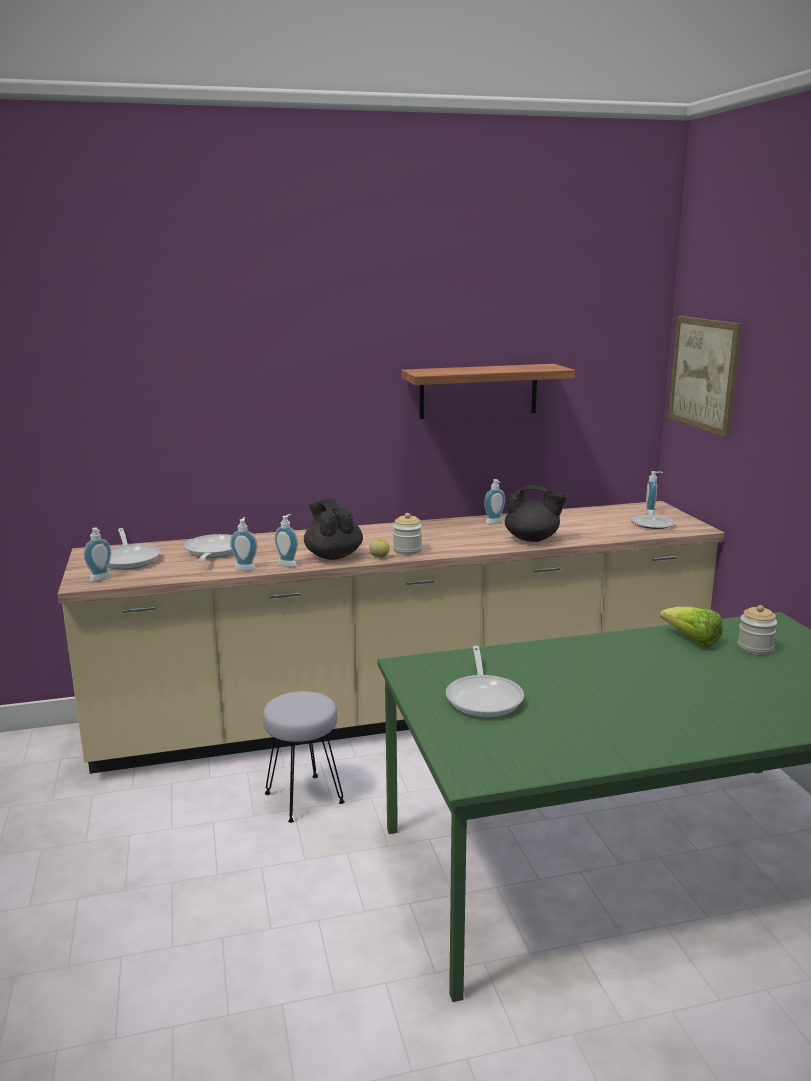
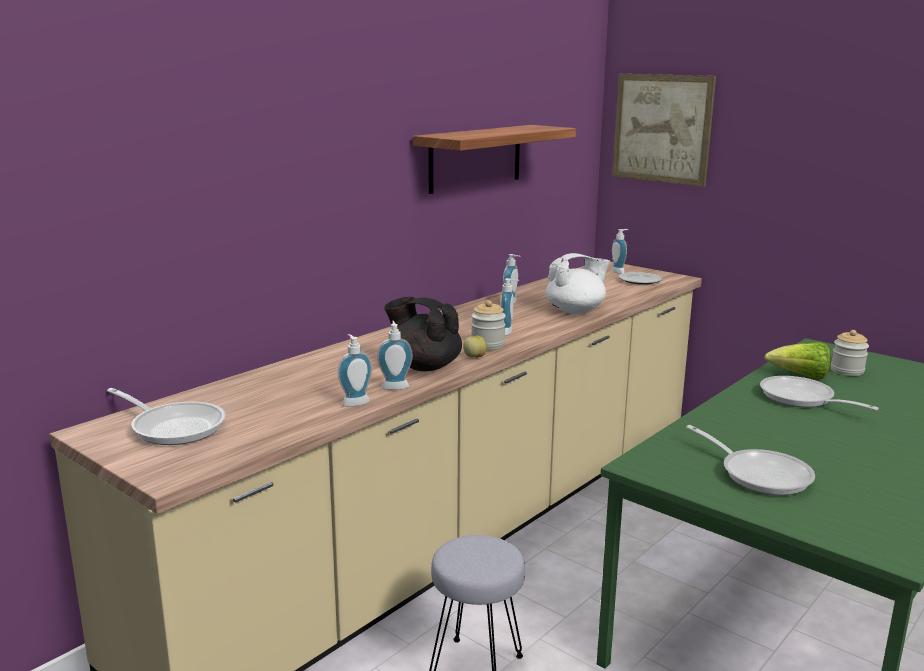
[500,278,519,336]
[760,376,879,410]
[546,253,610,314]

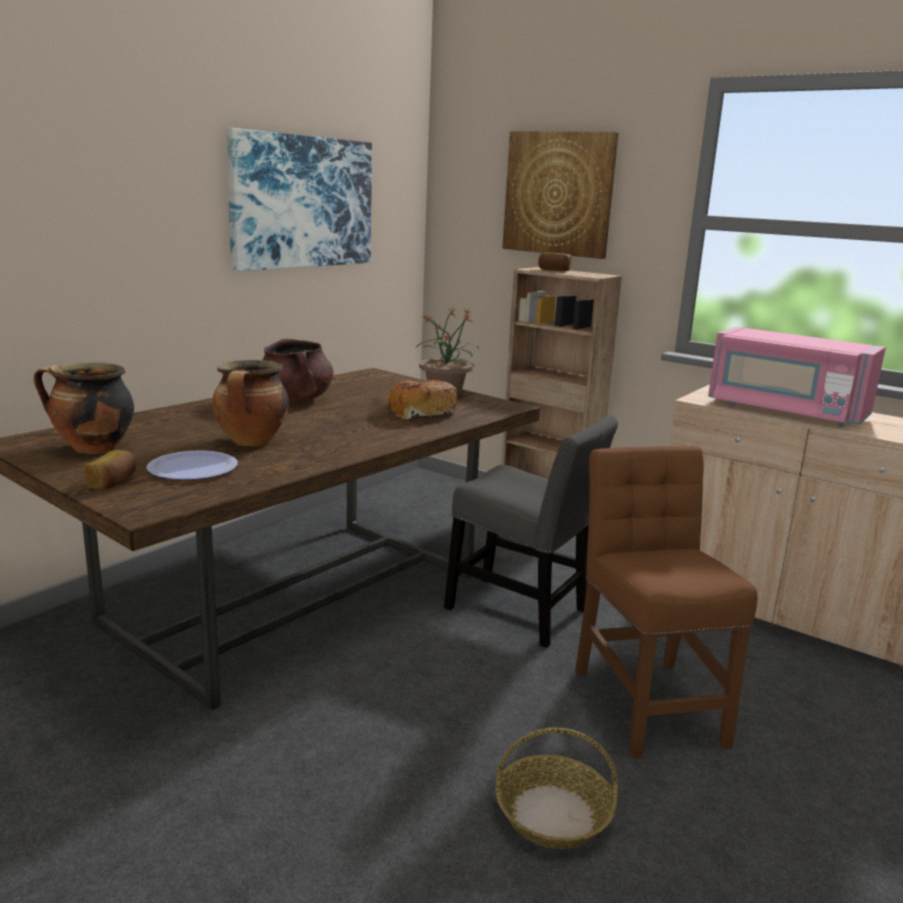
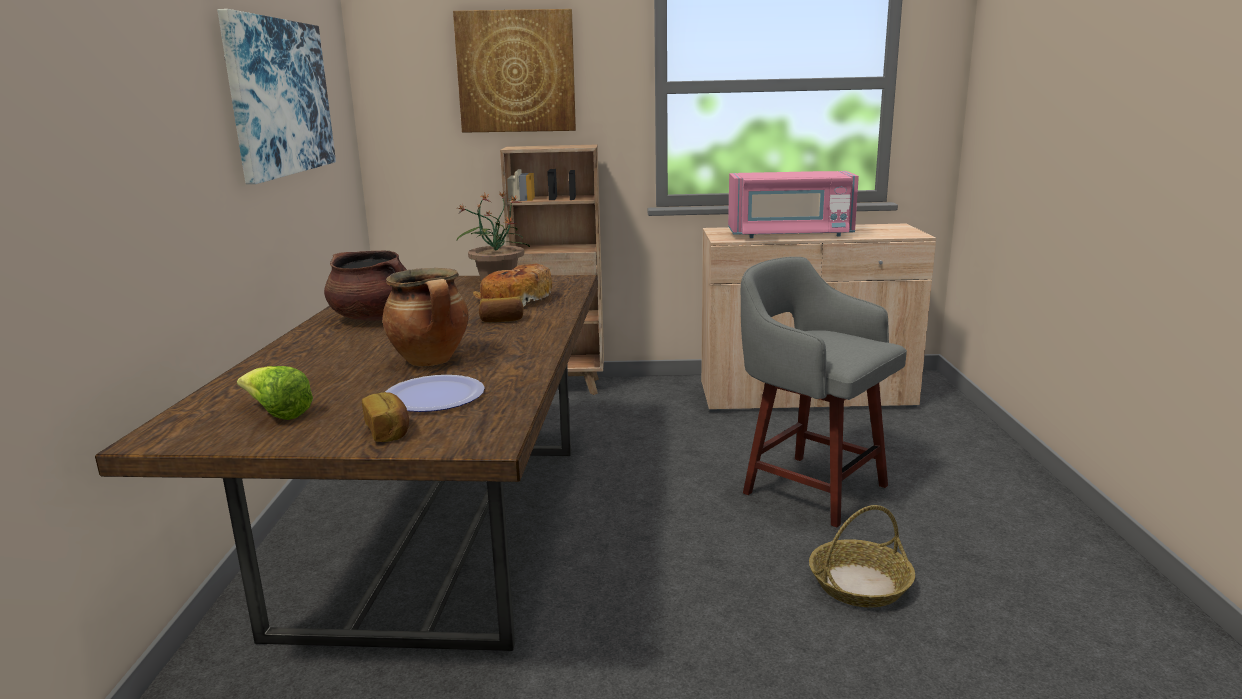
[444,415,618,648] (first image)
[479,297,524,322]
[237,366,313,420]
[741,257,907,527]

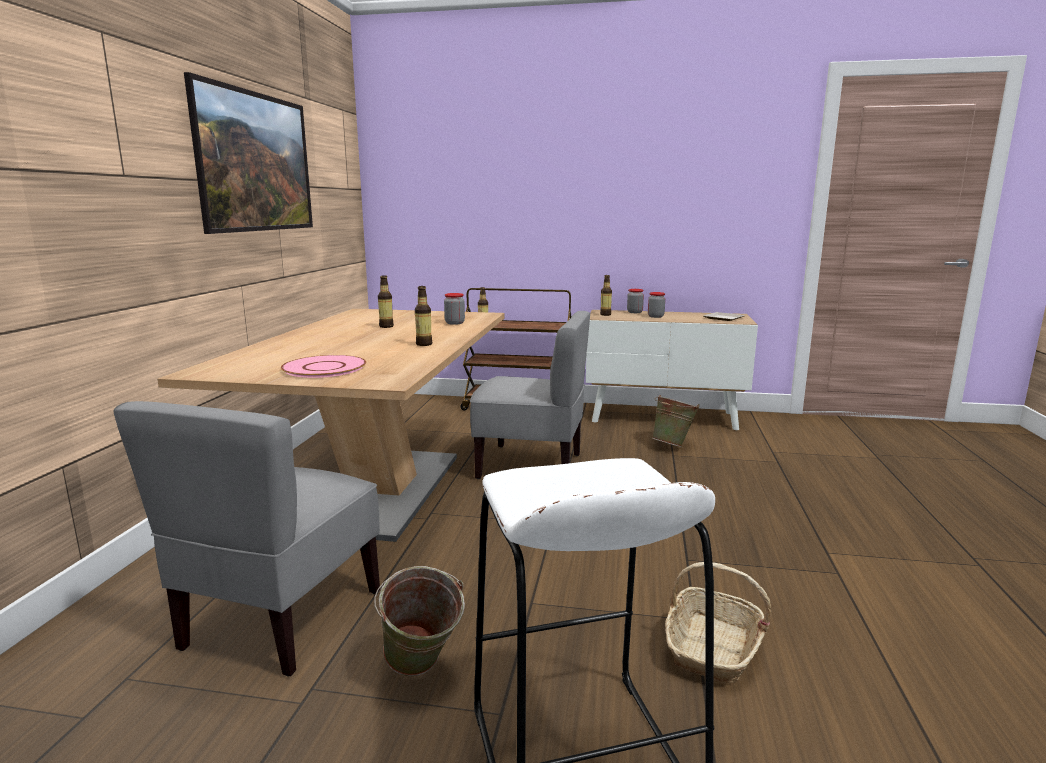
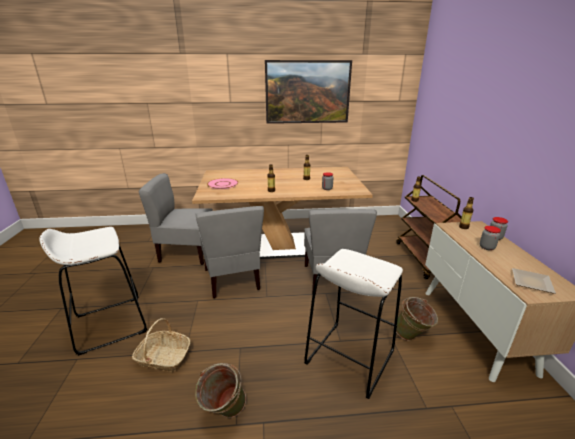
[195,206,264,298]
[304,249,403,399]
[195,363,246,418]

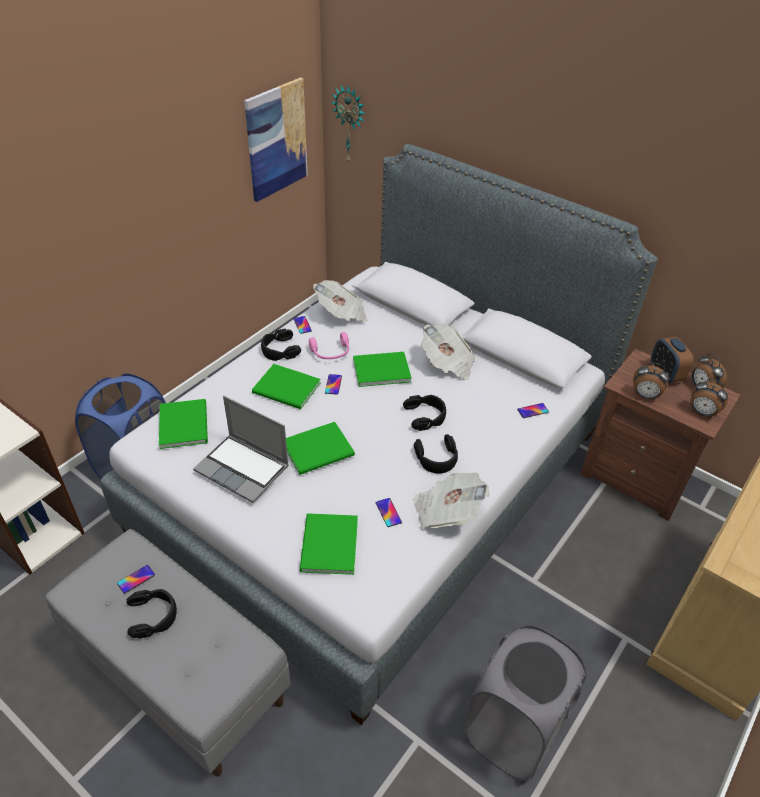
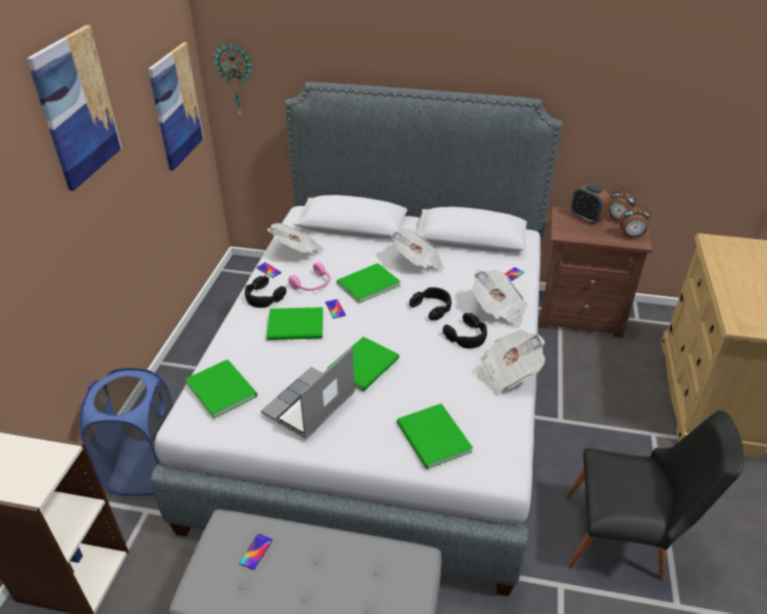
[127,589,177,639] (first image)
[375,498,402,527] (first image)
[633,363,669,399] (first image)
[26,25,122,191]
[472,270,527,326]
[566,410,744,581]
[261,347,355,439]

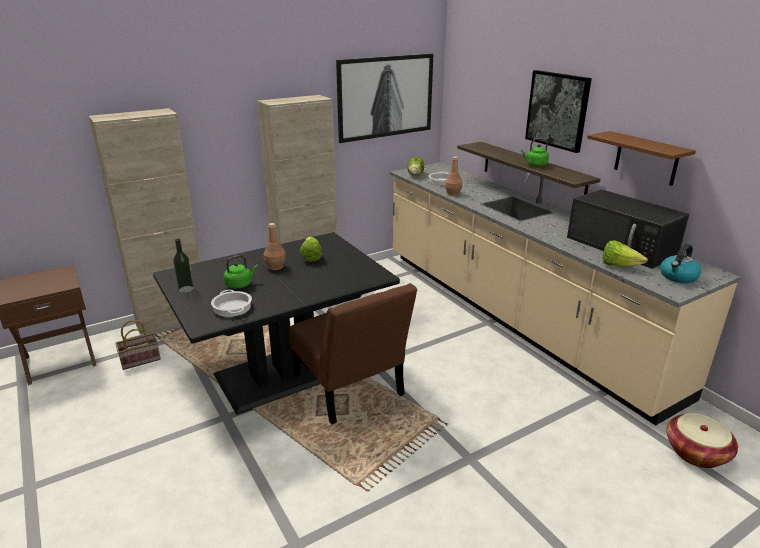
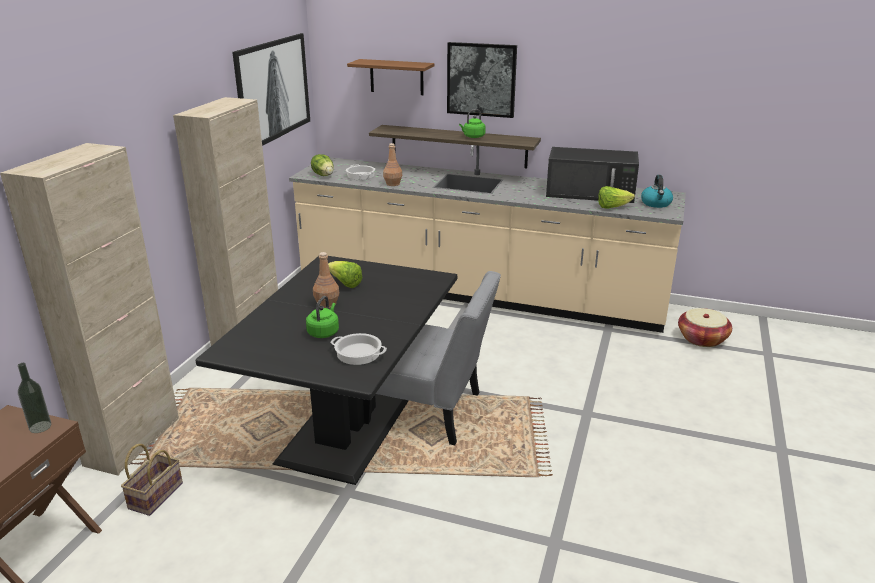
[18,363,51,433]
[347,59,435,95]
[363,271,501,445]

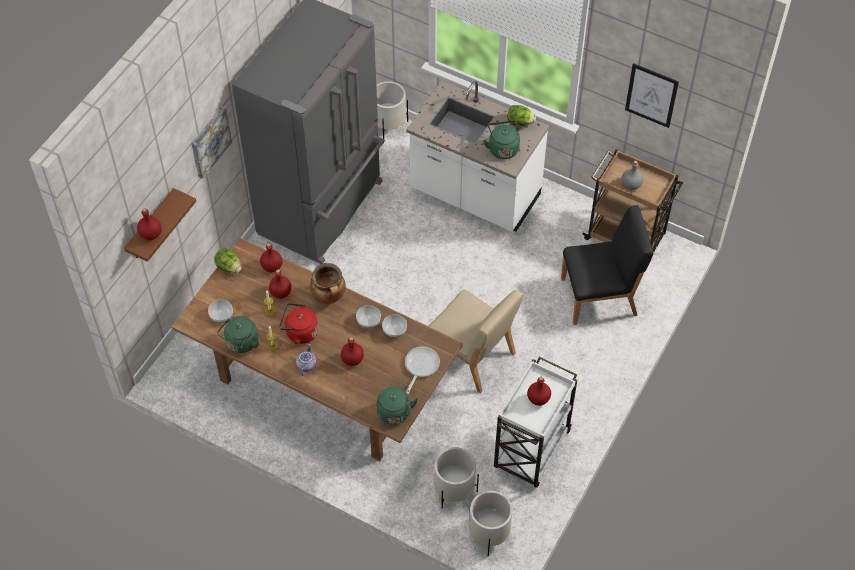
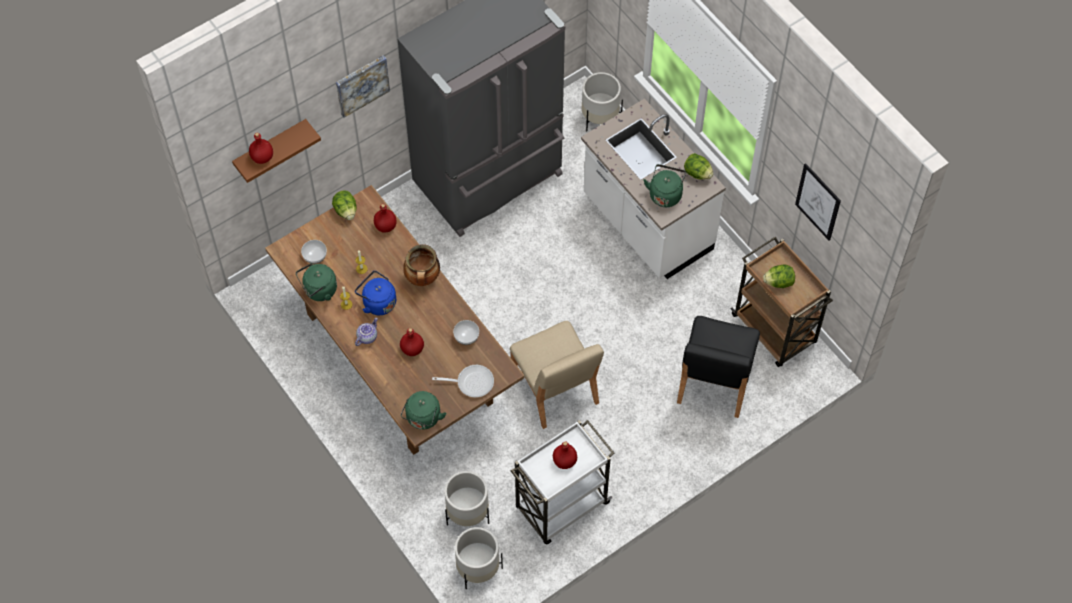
[269,269,291,299] (first image)
[356,305,381,328] (first image)
[763,265,795,288]
[355,271,396,315]
[432,365,494,397]
[677,316,760,418]

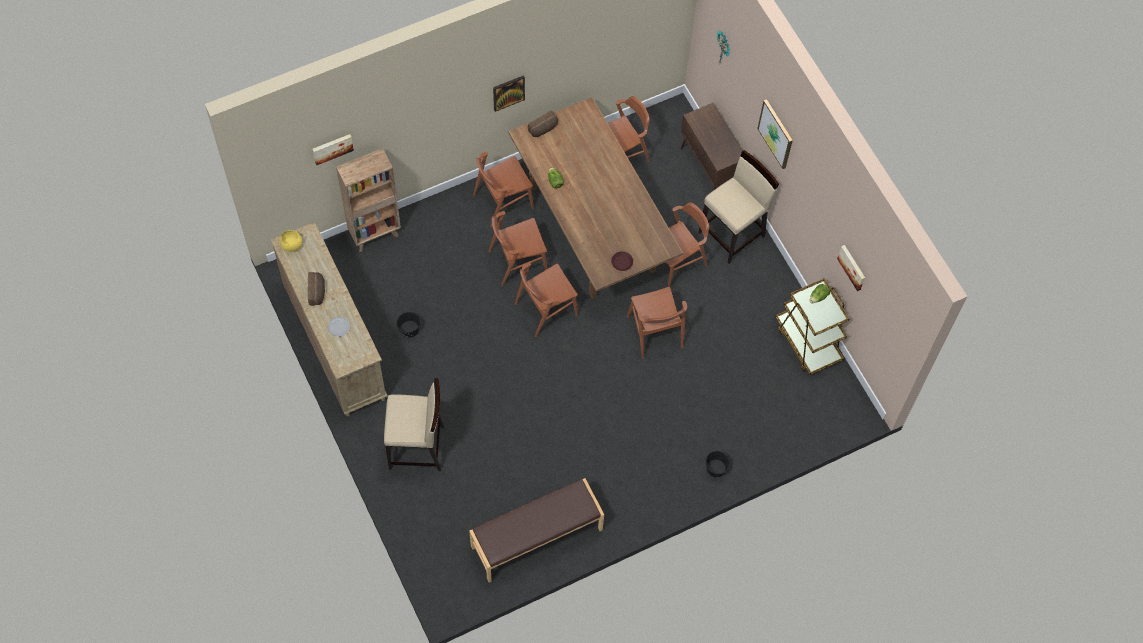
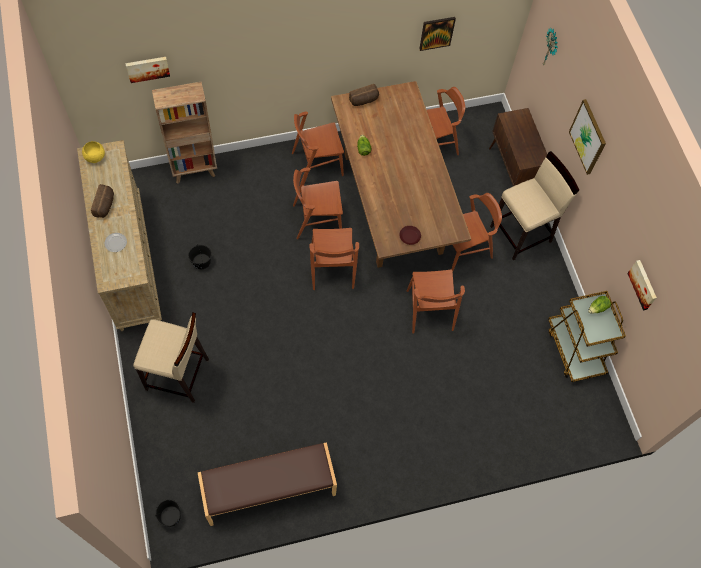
[419,17,456,51]
[155,499,181,527]
[309,228,359,290]

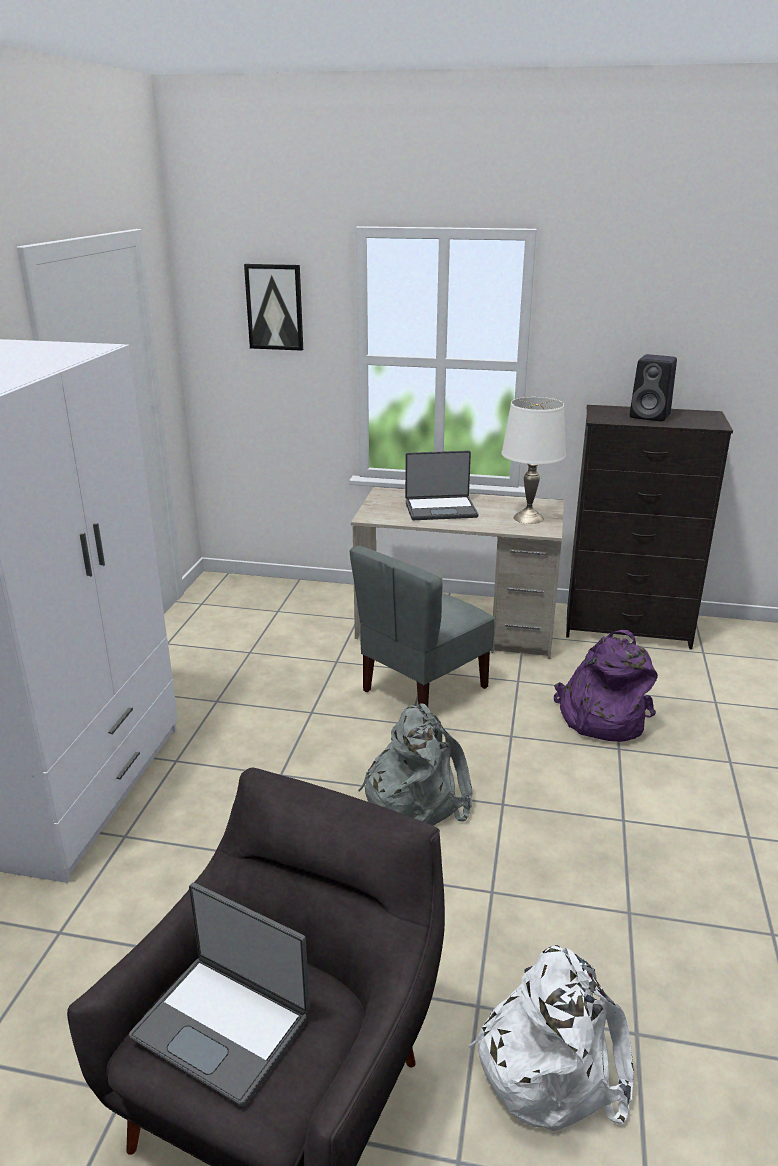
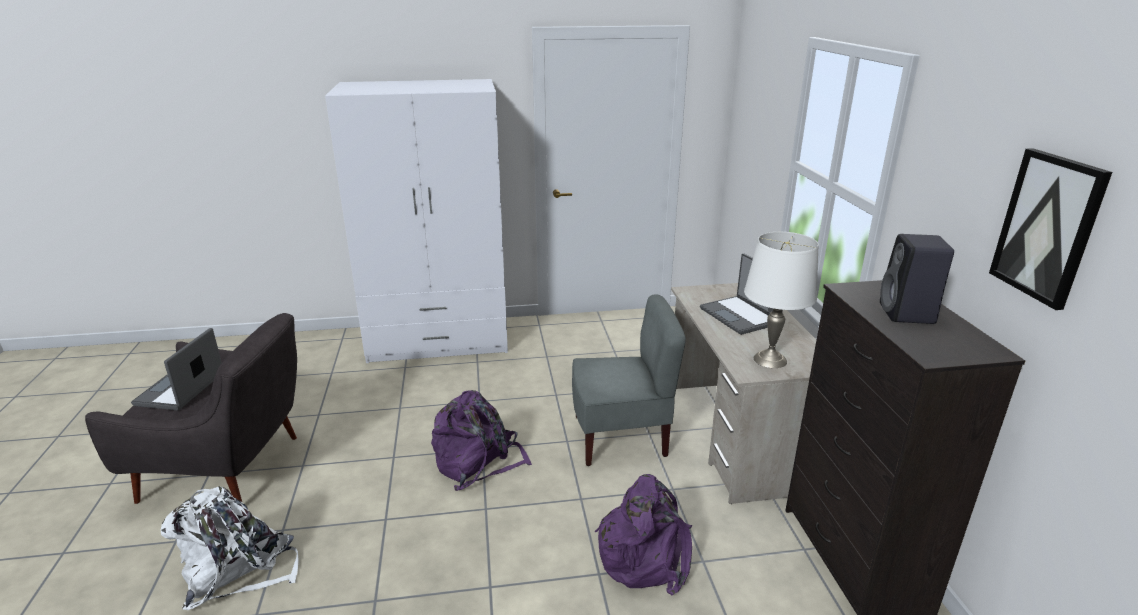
[989,148,1112,310]
[431,390,532,491]
[572,294,686,466]

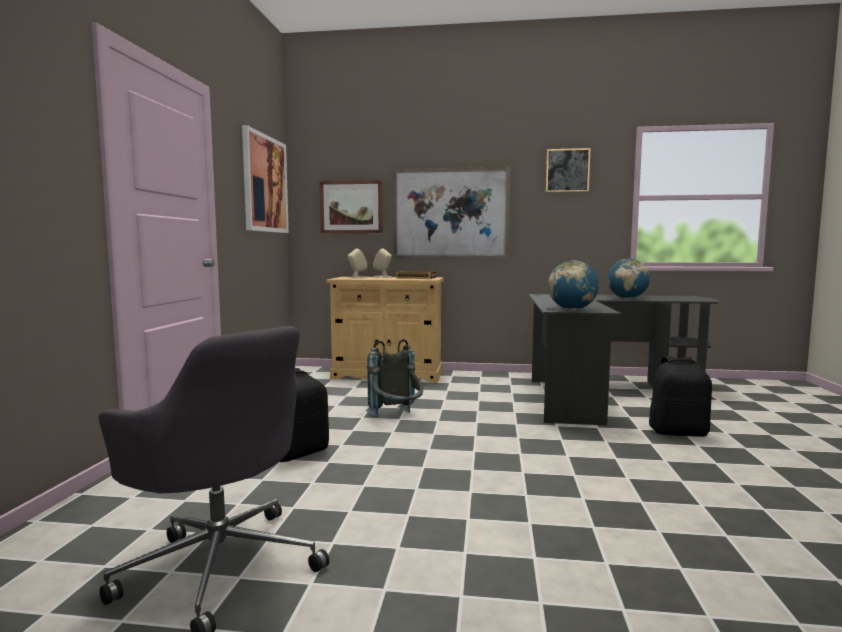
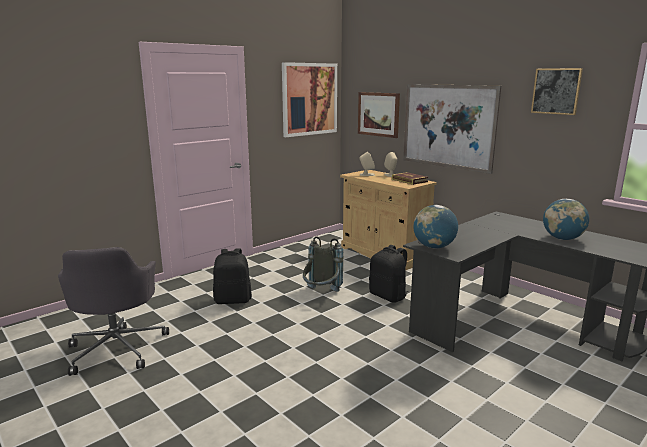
[369,245,408,303]

